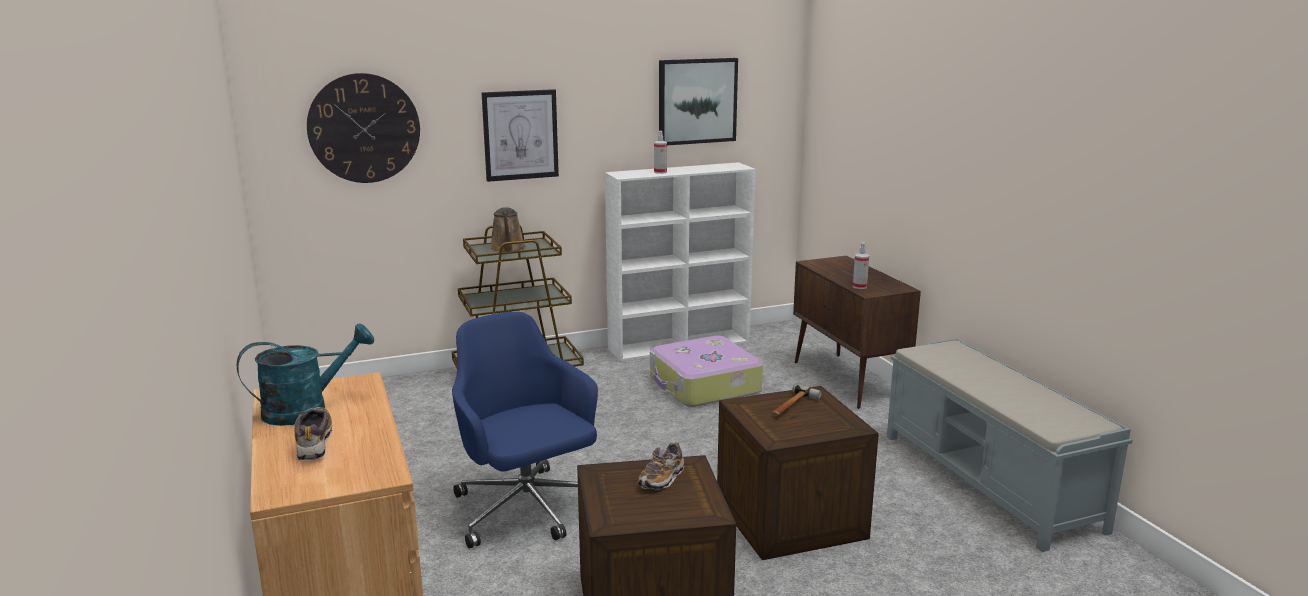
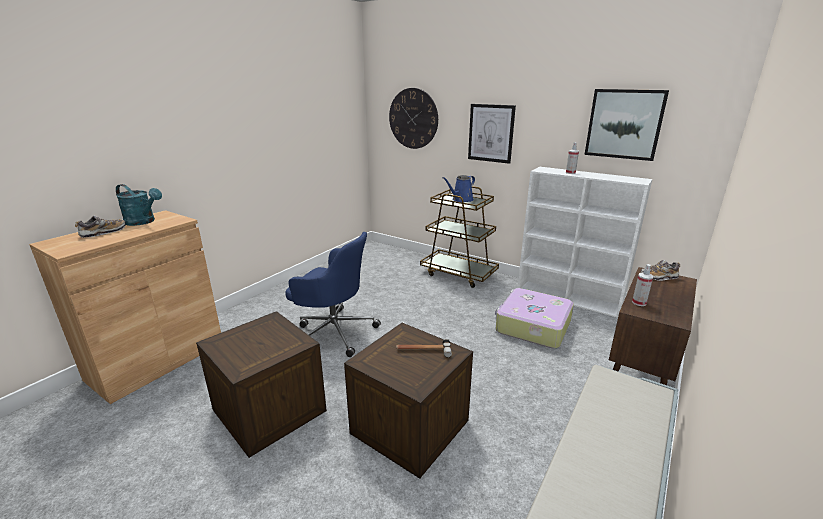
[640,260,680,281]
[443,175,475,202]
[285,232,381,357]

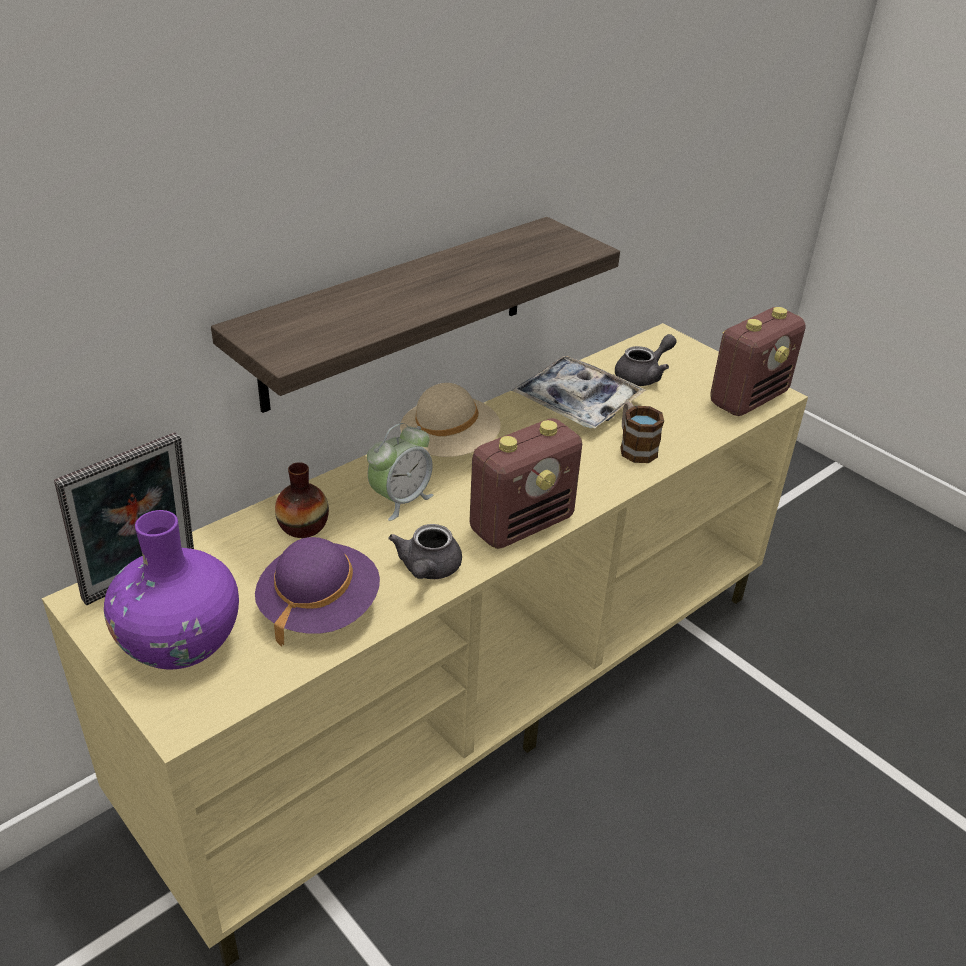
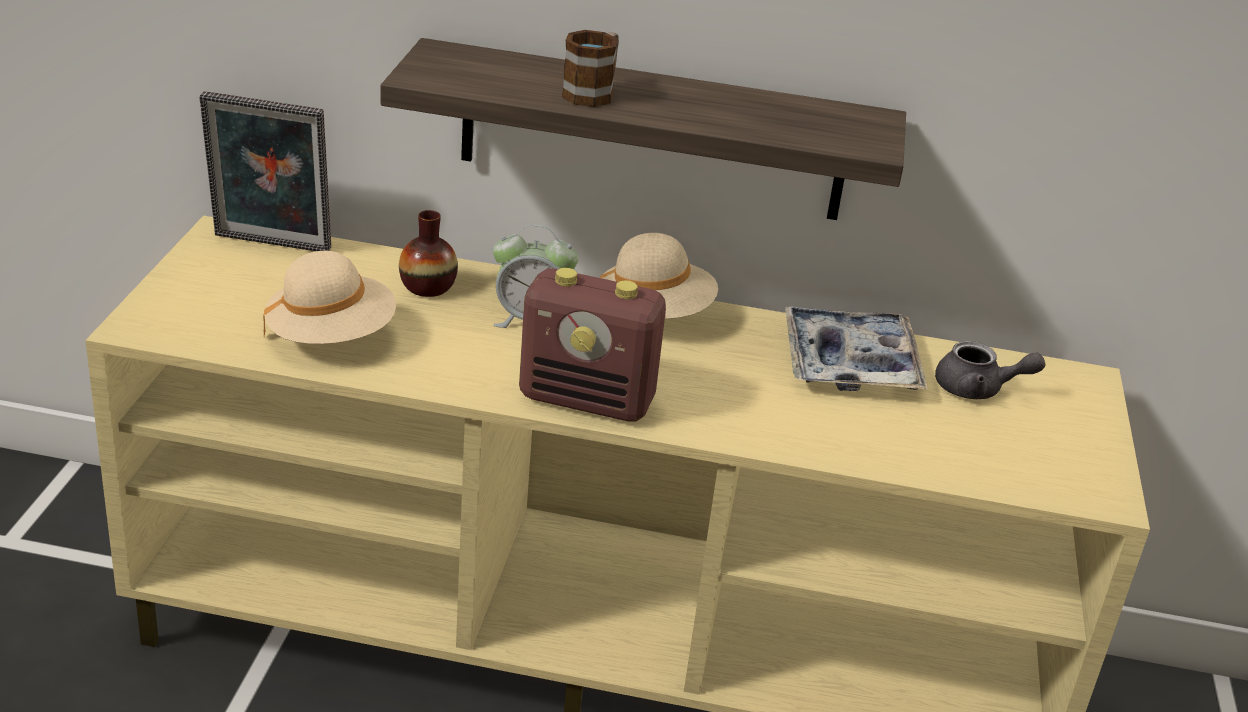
[104,510,239,670] (first image)
[388,524,462,579] (first image)
[710,307,805,416] (first image)
[562,30,619,107]
[263,251,396,344]

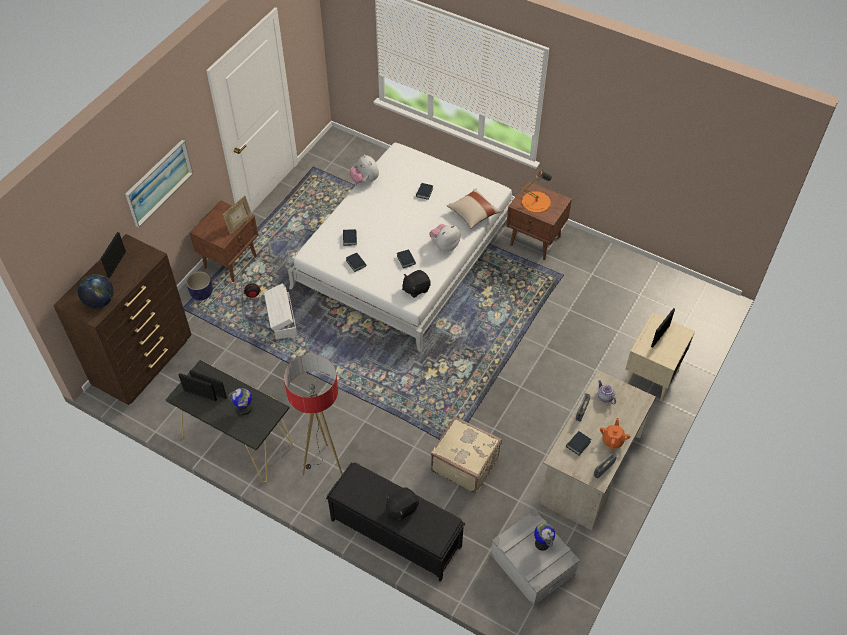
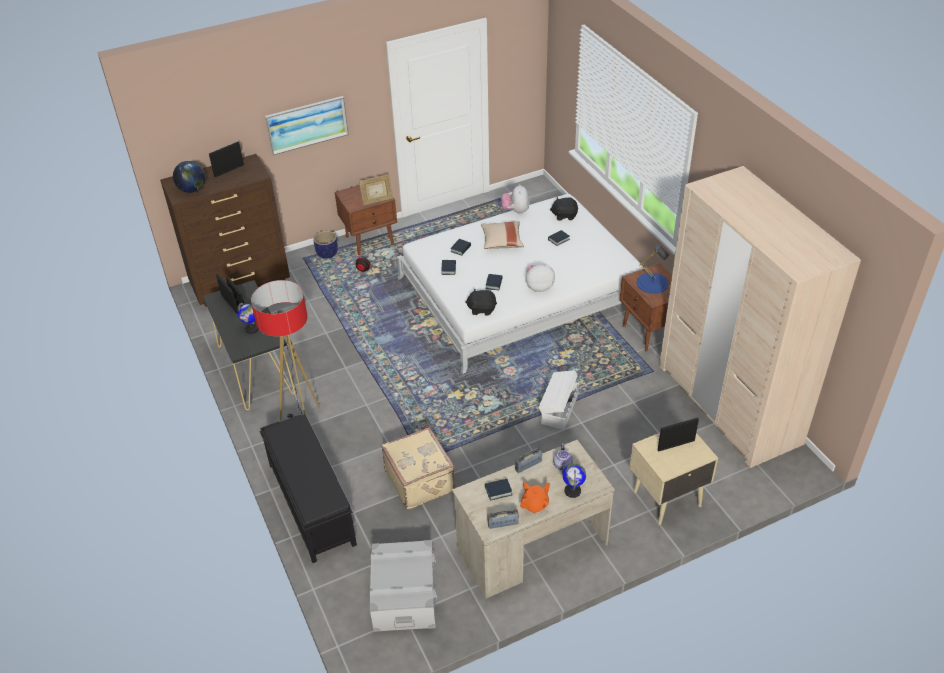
[659,166,861,468]
[539,370,579,430]
[550,197,578,221]
[481,221,524,249]
[563,463,586,498]
[636,246,669,294]

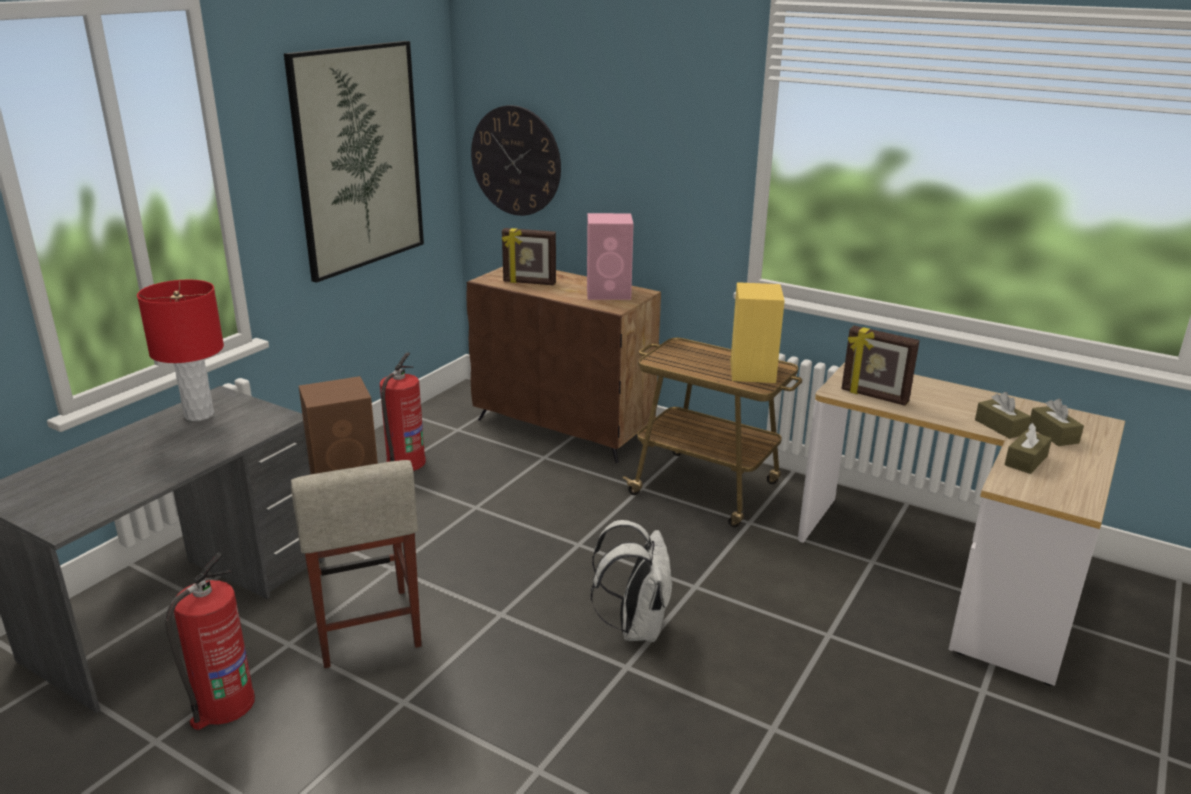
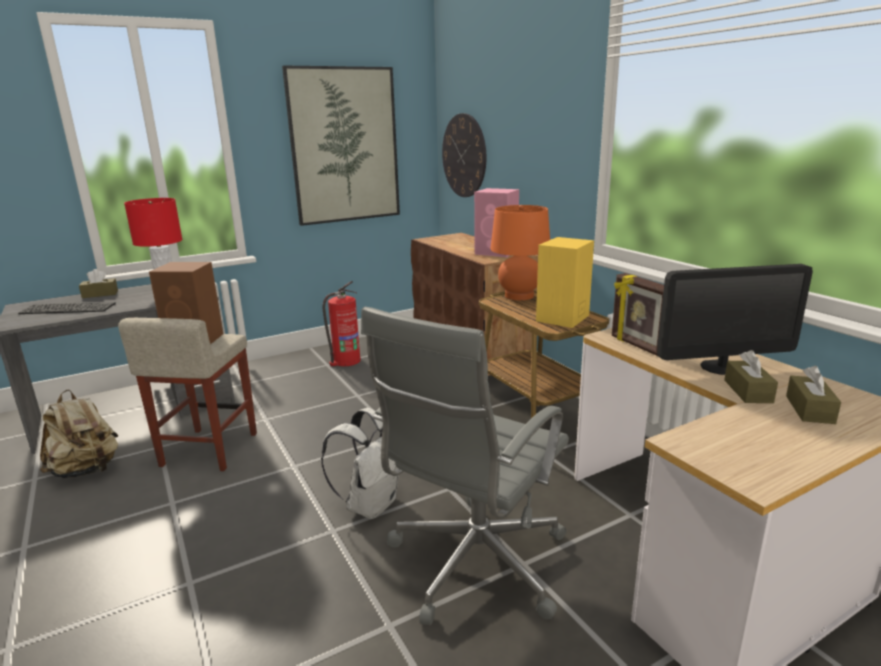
[502,228,556,285] (first image)
[18,302,116,314]
[361,307,569,626]
[491,205,550,300]
[657,264,813,375]
[79,269,118,298]
[40,389,119,478]

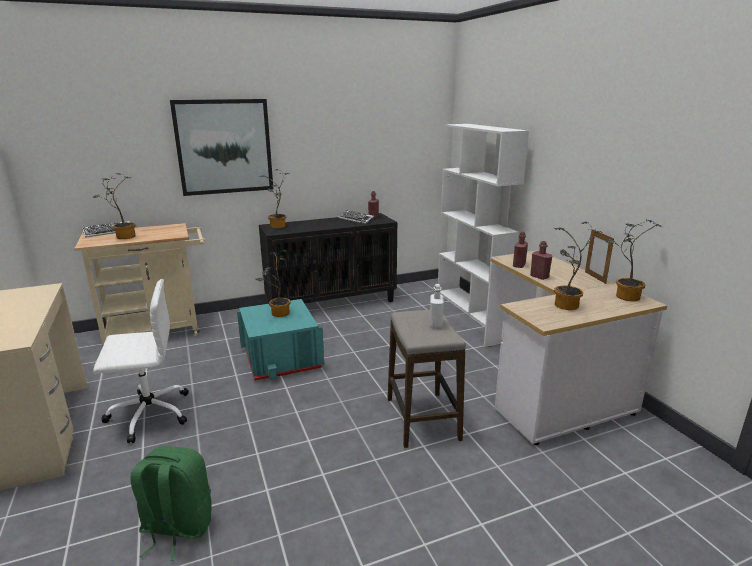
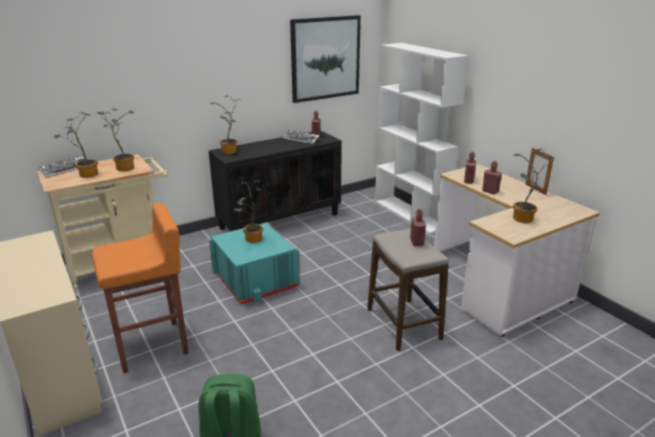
[290,15,361,103]
[97,108,135,171]
[92,203,189,373]
[410,209,426,246]

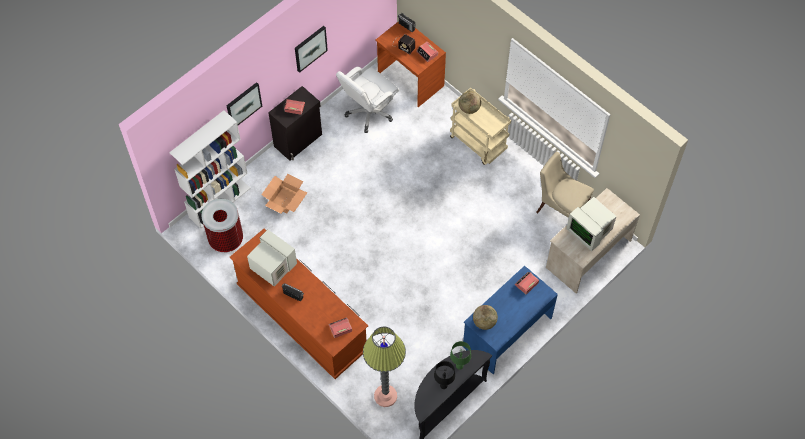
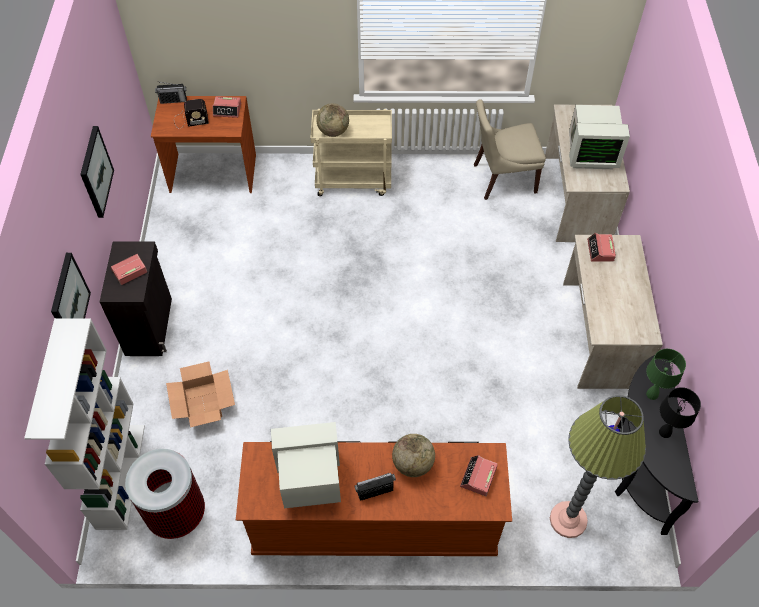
[336,67,399,133] (first image)
[392,434,435,477]
[563,235,663,389]

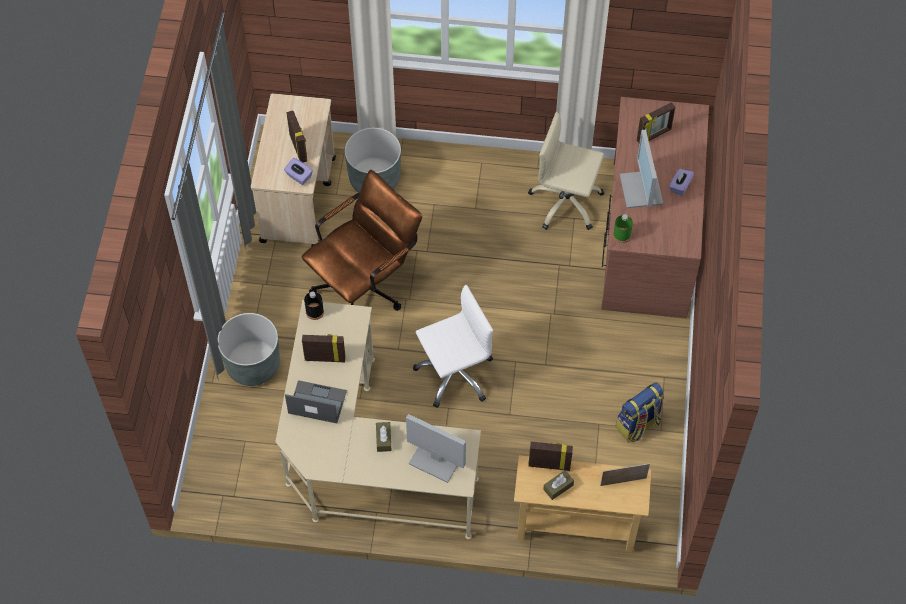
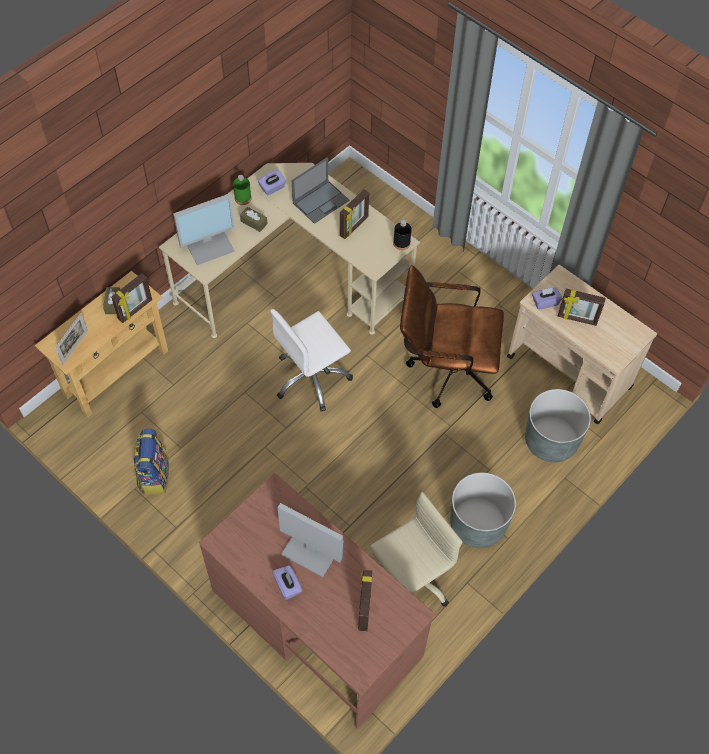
[258,170,286,195]
[450,472,516,548]
[233,175,252,205]
[400,265,504,408]
[270,309,353,412]

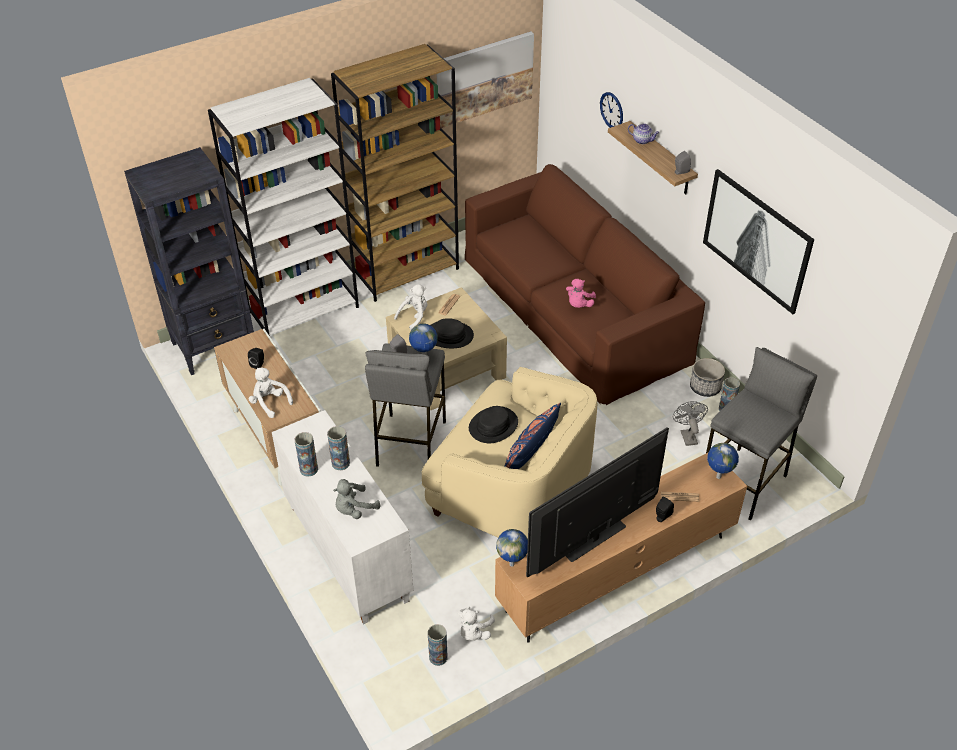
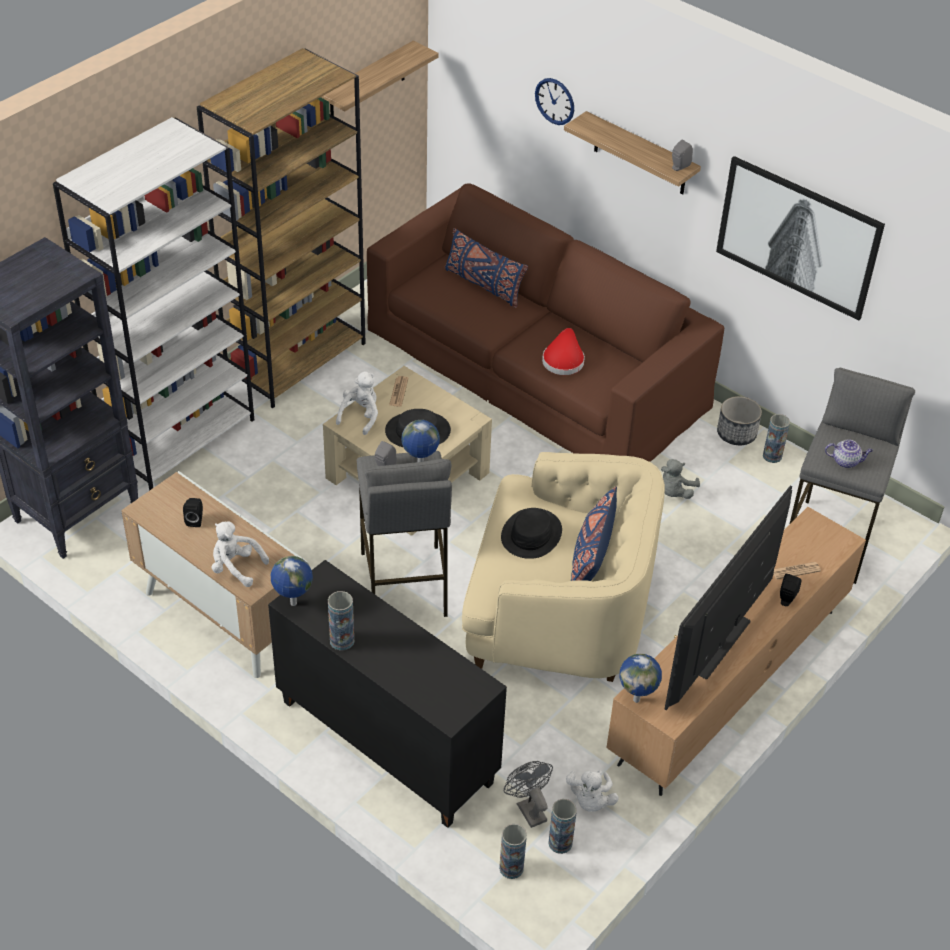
[445,228,528,308]
[499,824,527,879]
[661,459,700,499]
[825,439,873,468]
[504,761,553,828]
[271,556,313,606]
[321,41,438,116]
[542,328,585,375]
[268,560,507,828]

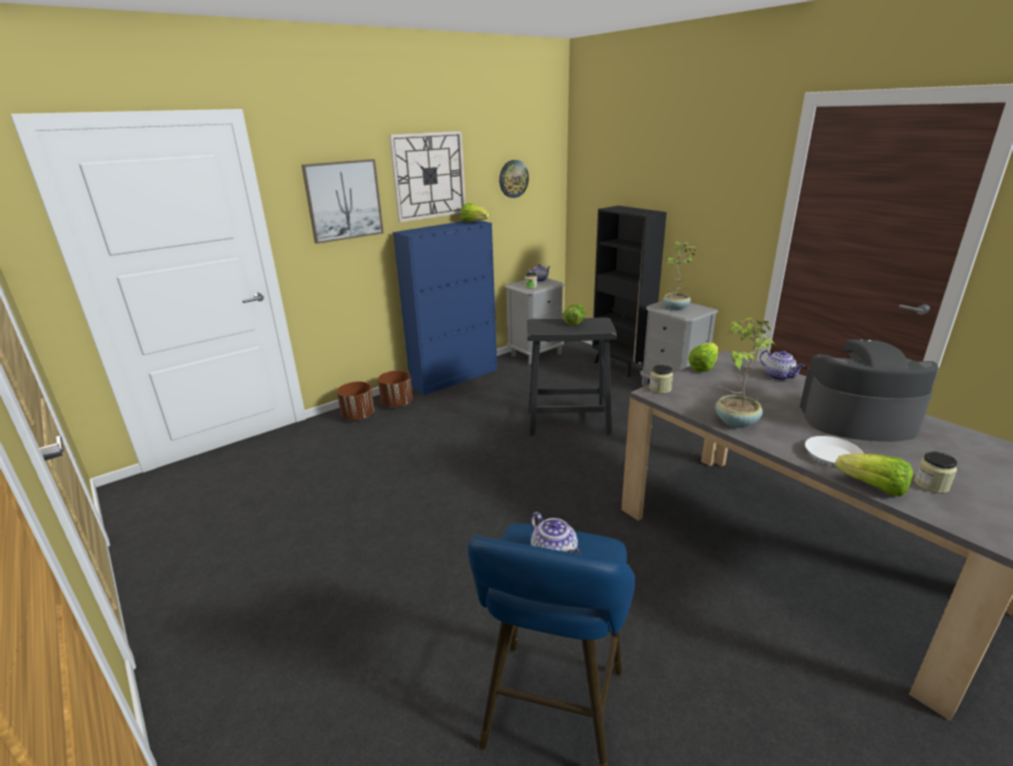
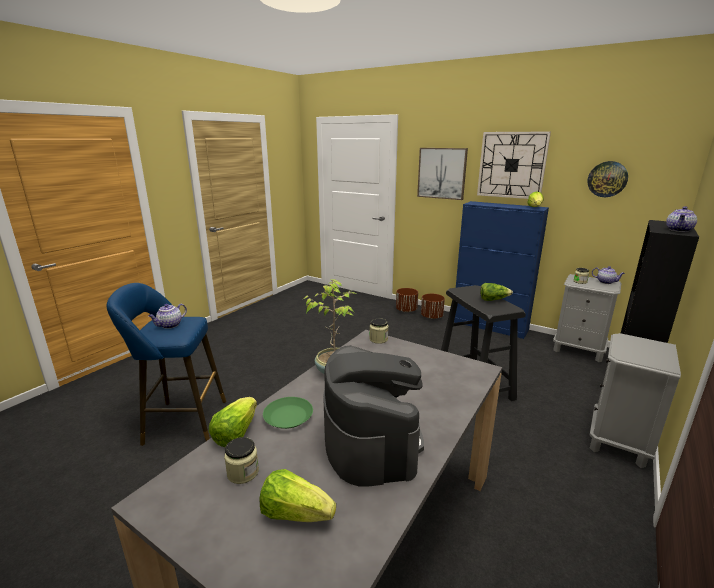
[663,242,696,310] (first image)
[260,469,336,522]
[666,206,697,232]
[263,397,313,429]

